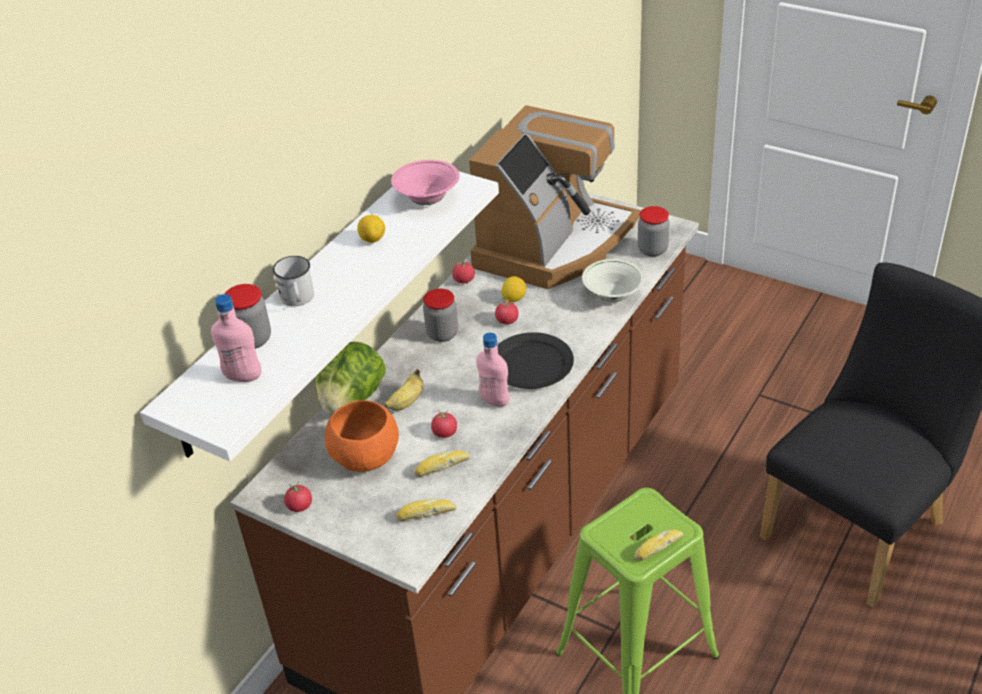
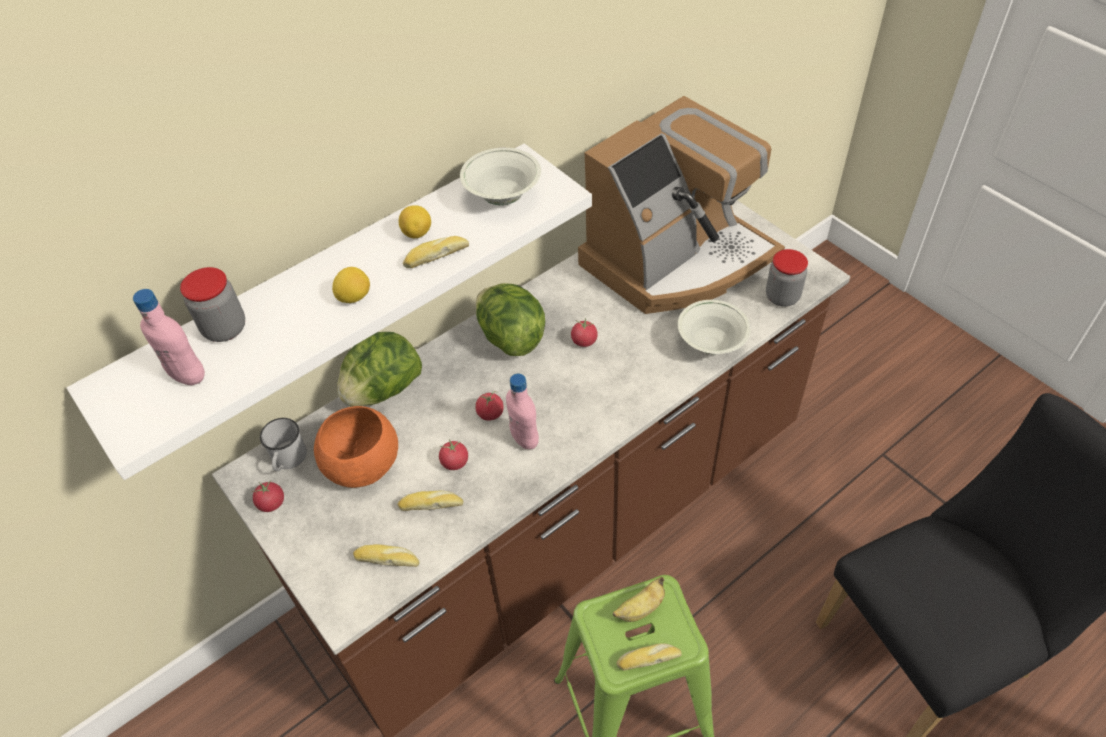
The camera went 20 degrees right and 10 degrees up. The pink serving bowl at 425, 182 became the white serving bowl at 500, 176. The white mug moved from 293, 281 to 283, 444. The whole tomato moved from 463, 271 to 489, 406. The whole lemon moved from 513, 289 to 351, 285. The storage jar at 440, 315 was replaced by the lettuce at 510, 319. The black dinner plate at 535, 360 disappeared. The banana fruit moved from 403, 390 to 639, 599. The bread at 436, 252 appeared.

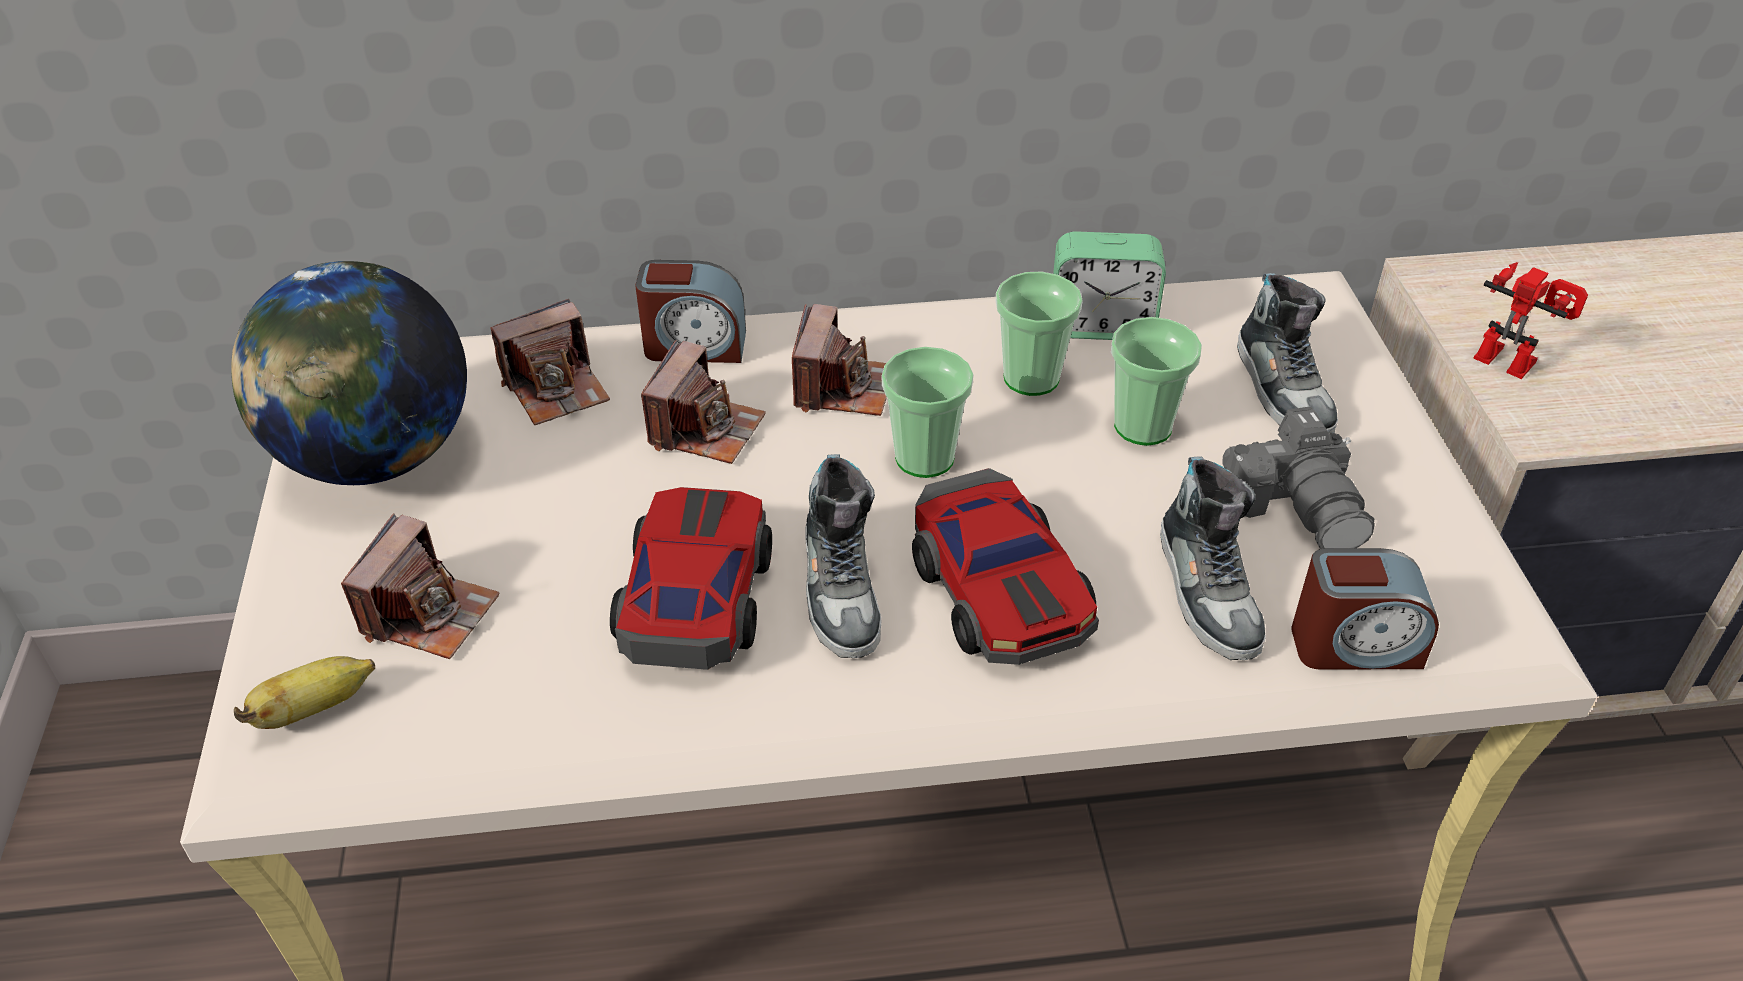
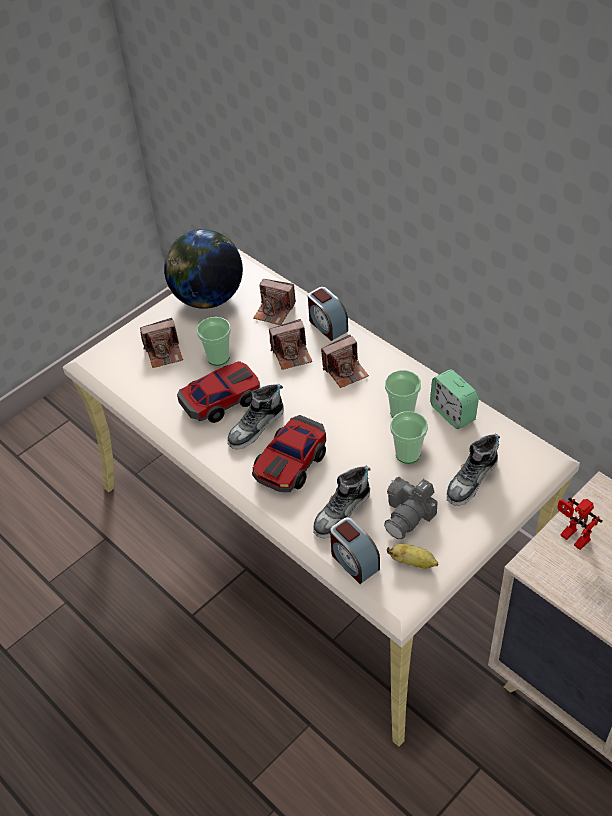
The camera went 55 degrees right and 5 degrees up. The toy robot at 1530, 320 turned 135 degrees clockwise. The cup moved from 928, 412 to 214, 341. The banana fruit moved from 304, 692 to 412, 556.

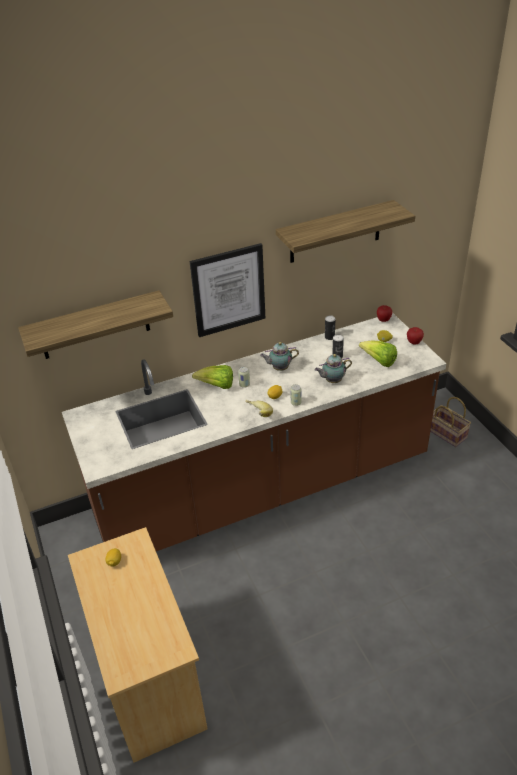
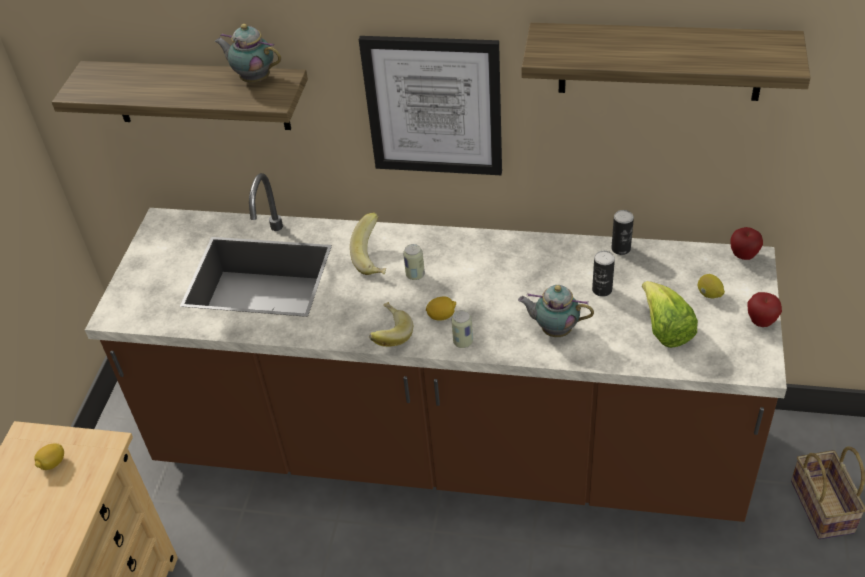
The camera went 35 degrees right and 5 degrees up. The teapot moved from 279, 356 to 247, 53. The lettuce at 212, 377 was replaced by the banana fruit at 368, 244.

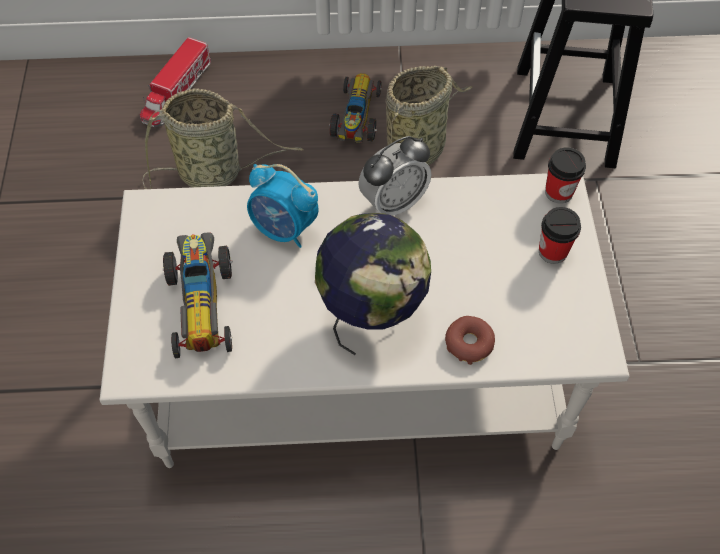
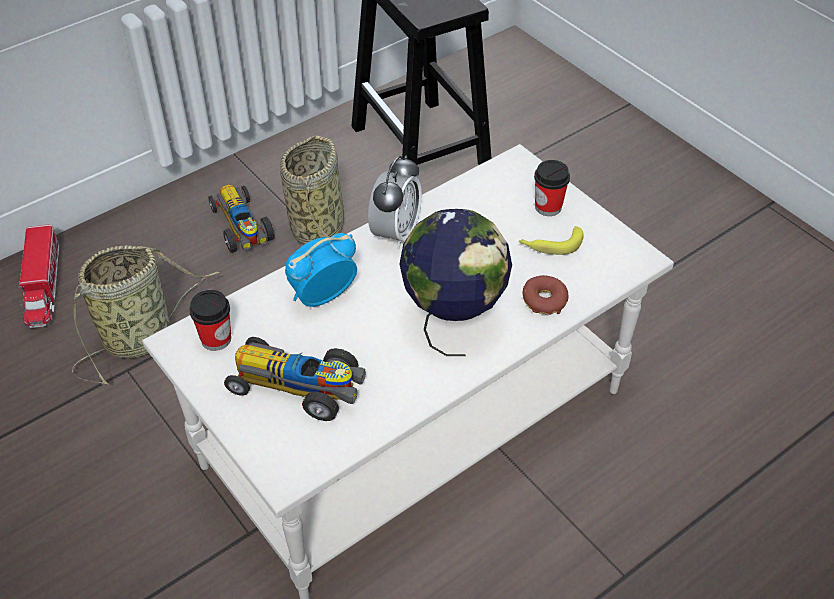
The camera went 35 degrees left and 10 degrees down. The cup moved from 565, 175 to 210, 320. The alarm clock at 283, 206 turned 150 degrees clockwise. The toy car at 198, 295 turned 150 degrees clockwise. The banana fruit at 550, 240 appeared.

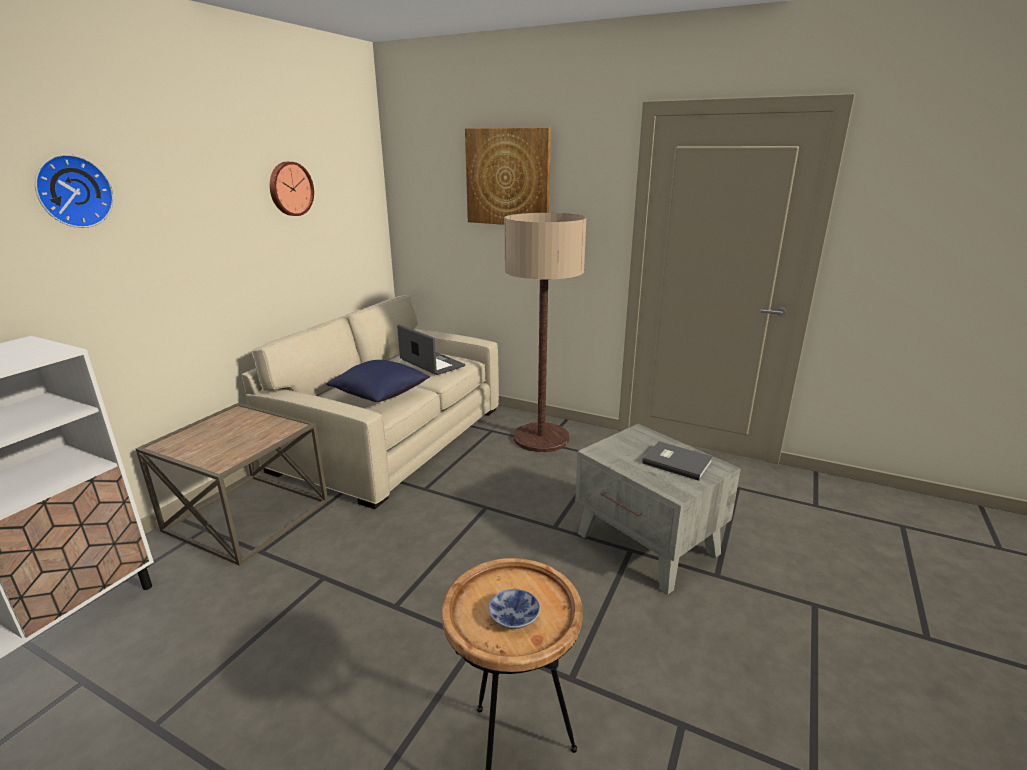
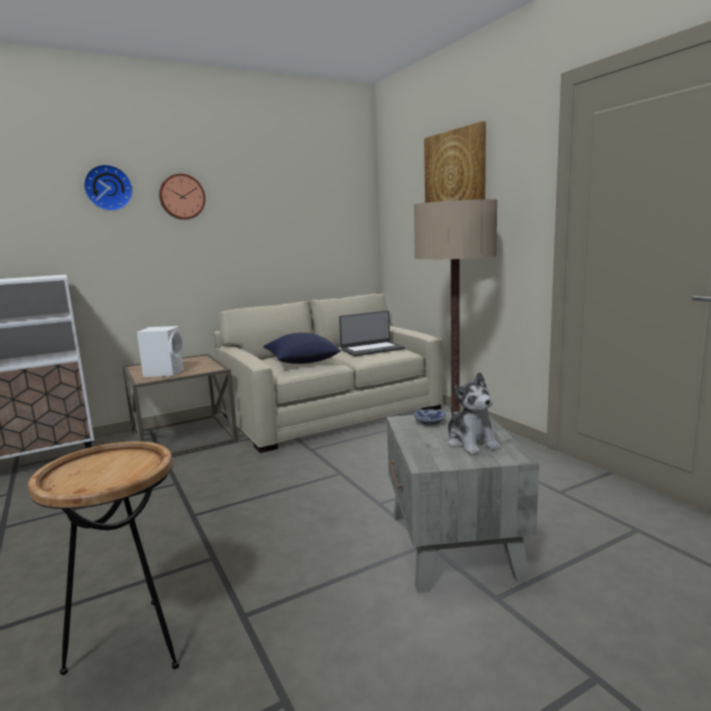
The camera went 35 degrees right and 10 degrees down. The clock on the wall moved from 291, 189 to 182, 197. The portable computer at 431, 350 turned 75 degrees clockwise. The gray book at 677, 461 was replaced by the cuddly toy at 473, 413. The serving bowl moved from 514, 609 to 430, 417. The white audio speaker at 160, 351 appeared.

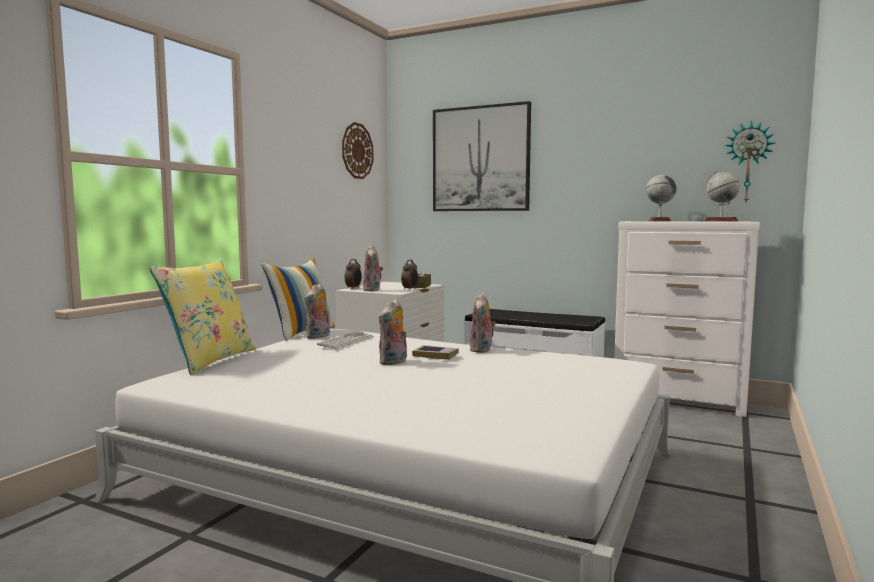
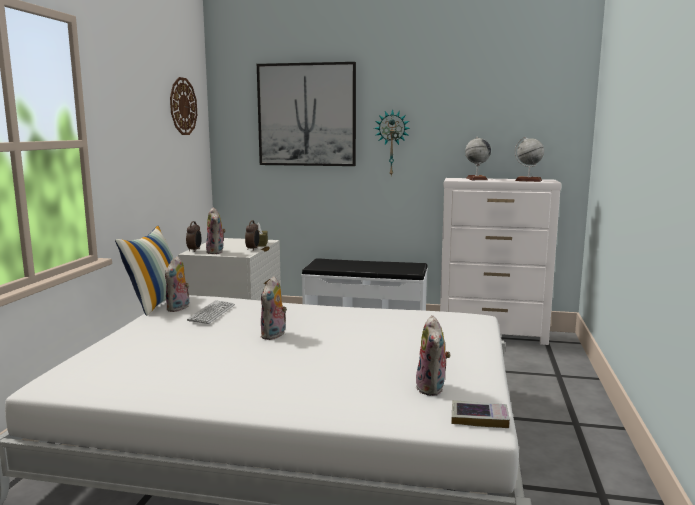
The camera went 15 degrees left and 5 degrees up. The clock on the wall moved from 750, 161 to 392, 143. The yellow-coloured pillow at 203, 317 disappeared. The cuddly toy moved from 483, 323 to 433, 355. The book moved from 435, 352 to 480, 414.

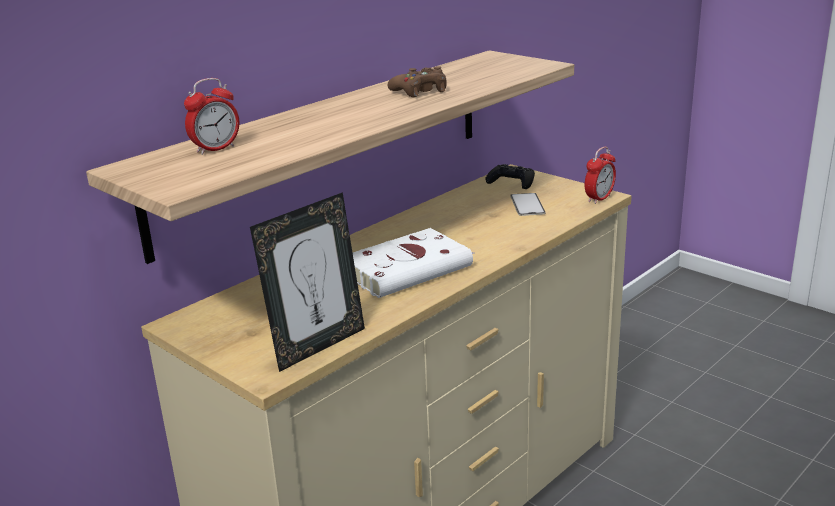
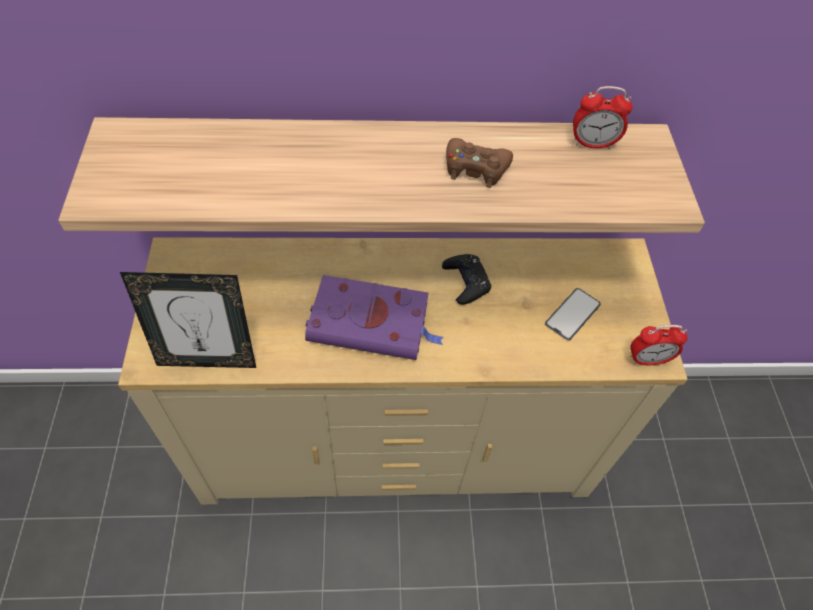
The camera went 40 degrees right and 30 degrees up. The alarm clock moved from 211, 116 to 603, 117. The black joypad moved from 510, 176 to 466, 279. The white book at 413, 263 became the purple book at 374, 317.

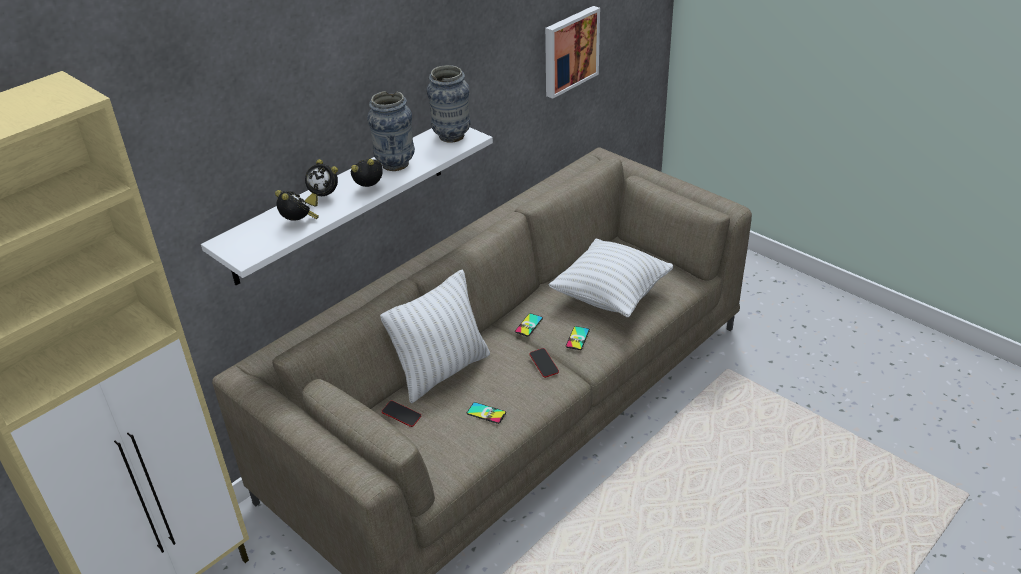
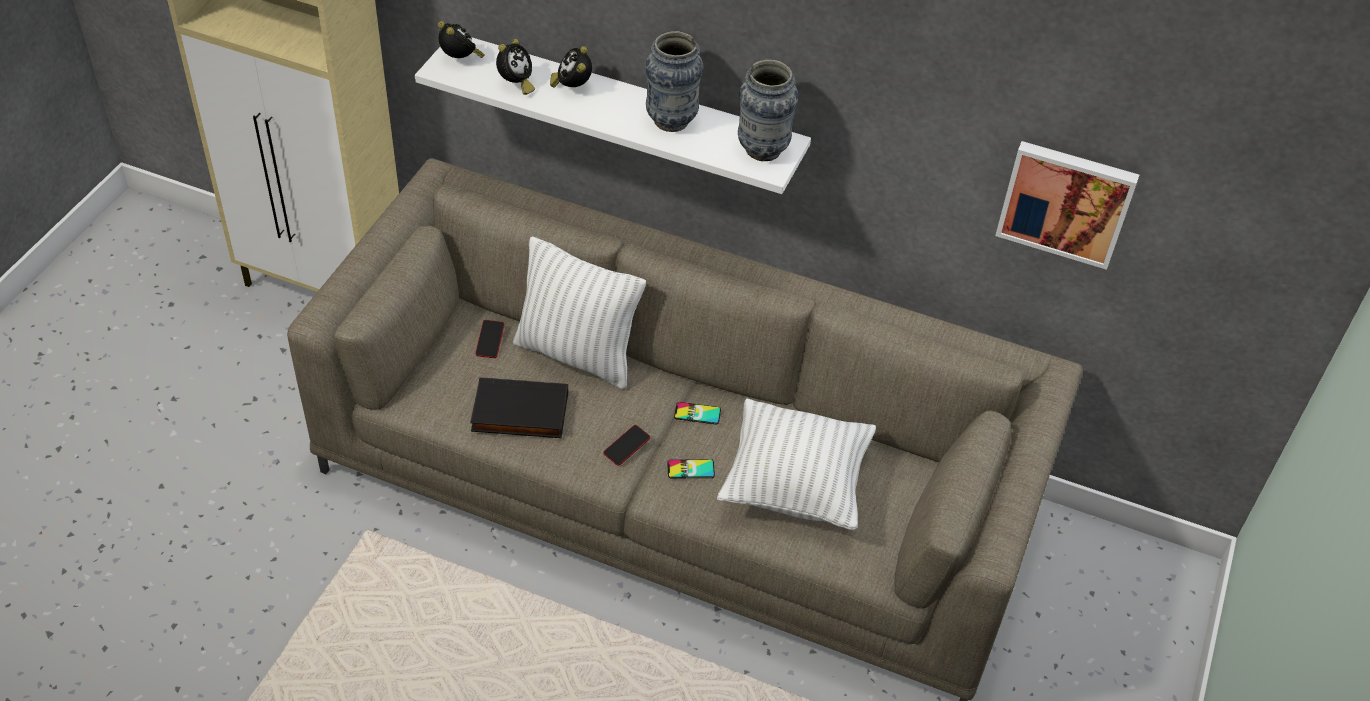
The camera went 65 degrees right and 10 degrees up. The alarm clock moved from 367, 172 to 461, 39. The phone at 486, 413 was replaced by the black book at 519, 407.

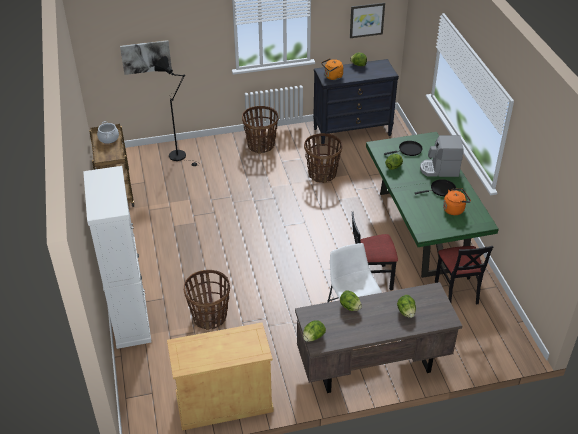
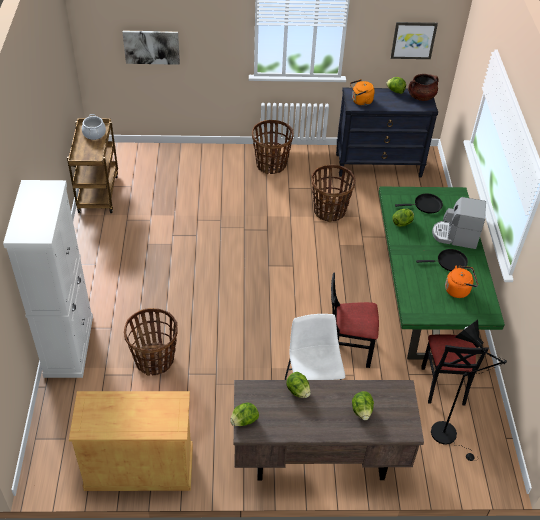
The camera went 10 degrees right and 5 degrees up. The black standard lamp moved from 176, 111 to 469, 390. The brownish saucepot at 423, 87 appeared.

